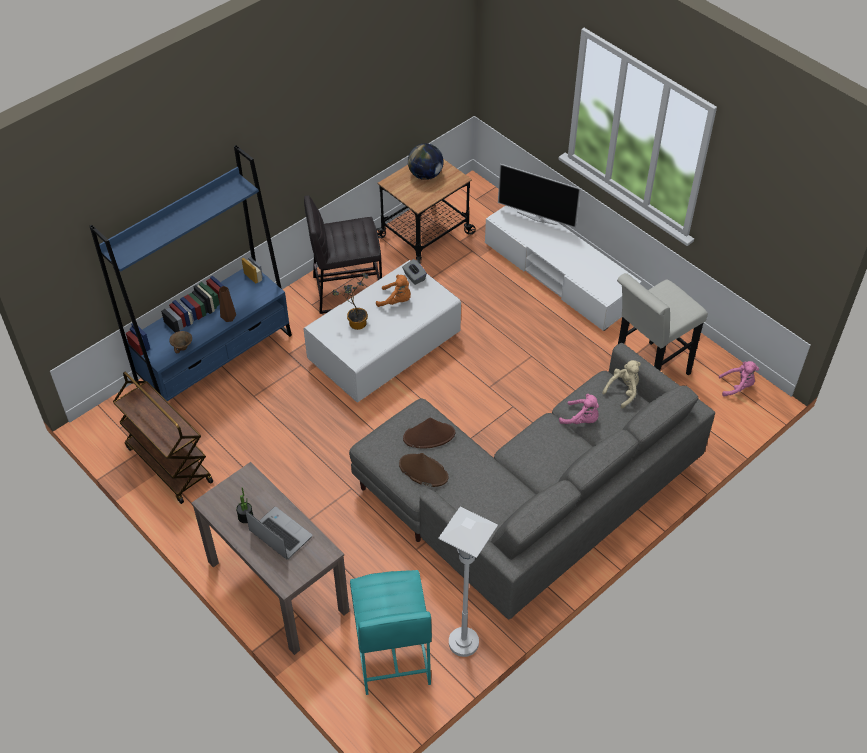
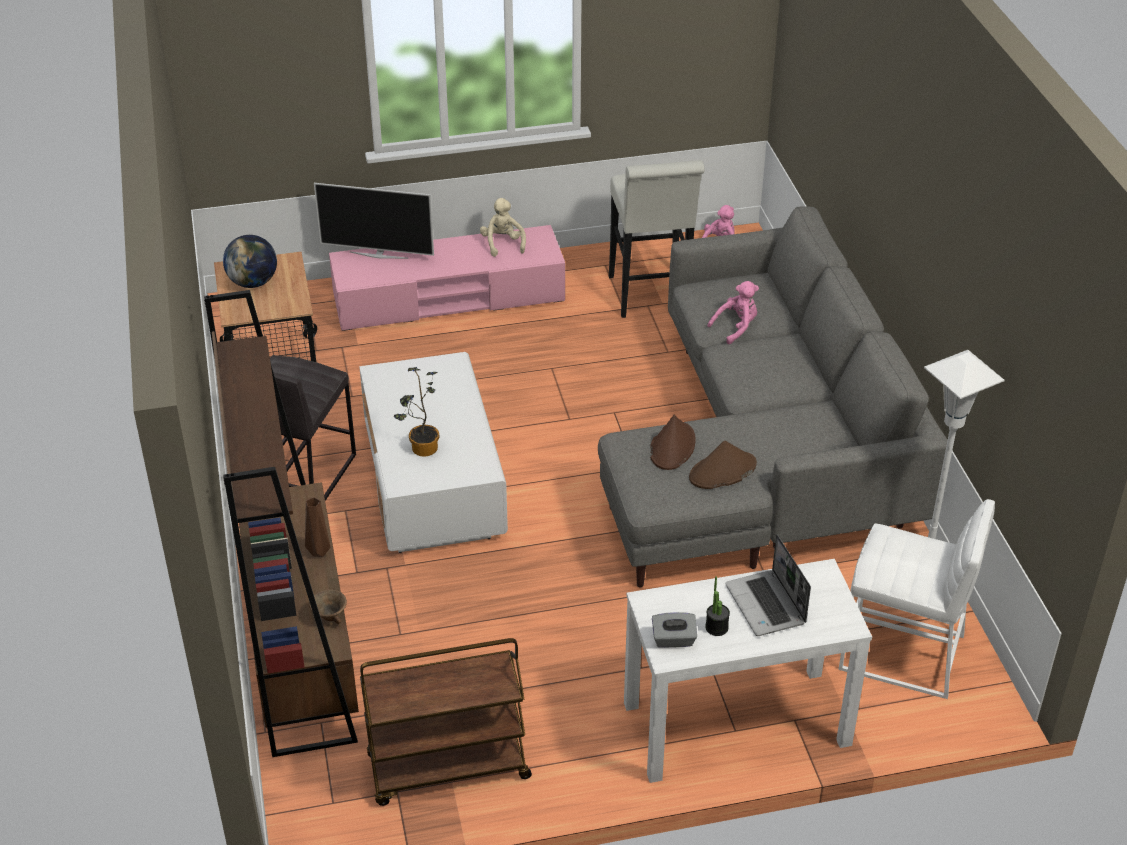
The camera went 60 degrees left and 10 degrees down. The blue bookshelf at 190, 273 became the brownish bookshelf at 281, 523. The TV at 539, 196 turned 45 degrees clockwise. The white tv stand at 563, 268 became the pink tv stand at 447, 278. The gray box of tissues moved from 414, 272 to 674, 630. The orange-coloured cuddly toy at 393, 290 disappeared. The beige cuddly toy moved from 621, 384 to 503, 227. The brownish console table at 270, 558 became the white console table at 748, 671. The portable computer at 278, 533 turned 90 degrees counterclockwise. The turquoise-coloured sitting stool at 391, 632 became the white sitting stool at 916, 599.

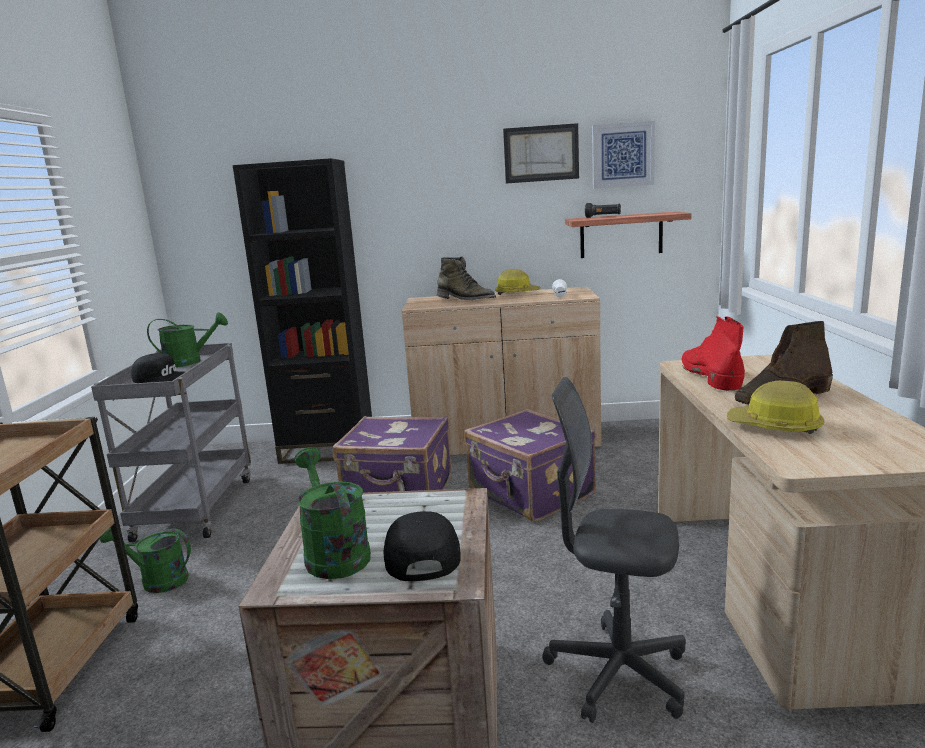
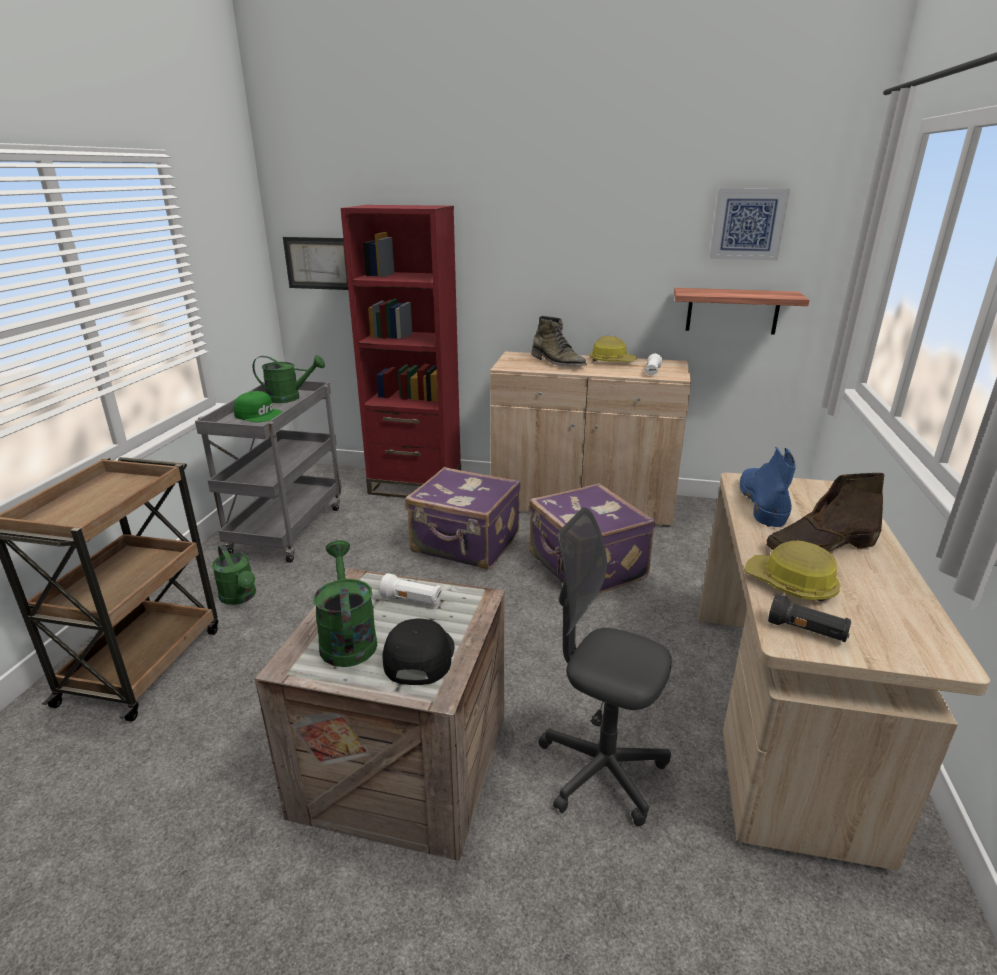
The camera went 10 degrees right and 10 degrees up. The wall picture moved from 541, 153 to 315, 263. The black bookshelf at 302, 311 became the reddish bookshelf at 401, 351. The black hand torch moved from 603, 210 to 809, 618. The reddish tall boot at 713, 353 became the blue tall boot at 767, 487. The black peaked cap at 158, 368 became the green peaked cap at 258, 406. The green watering can at 145, 560 turned 150 degrees counterclockwise. The white hand torch at 410, 589 appeared.

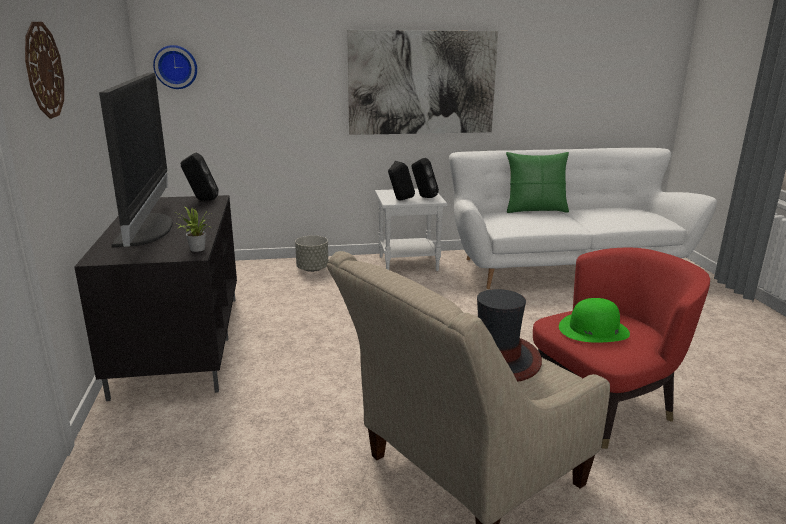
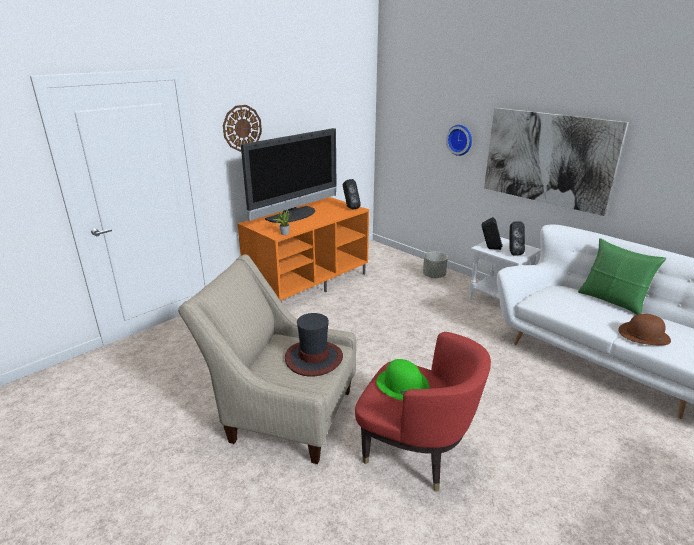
The camera went 55 degrees right and 5 degrees up. The clock on the wall moved from 175, 67 to 459, 140. The black tv stand at 155, 298 became the orange-coloured tv stand at 303, 249. The brownish wearable hat at 644, 329 appeared.

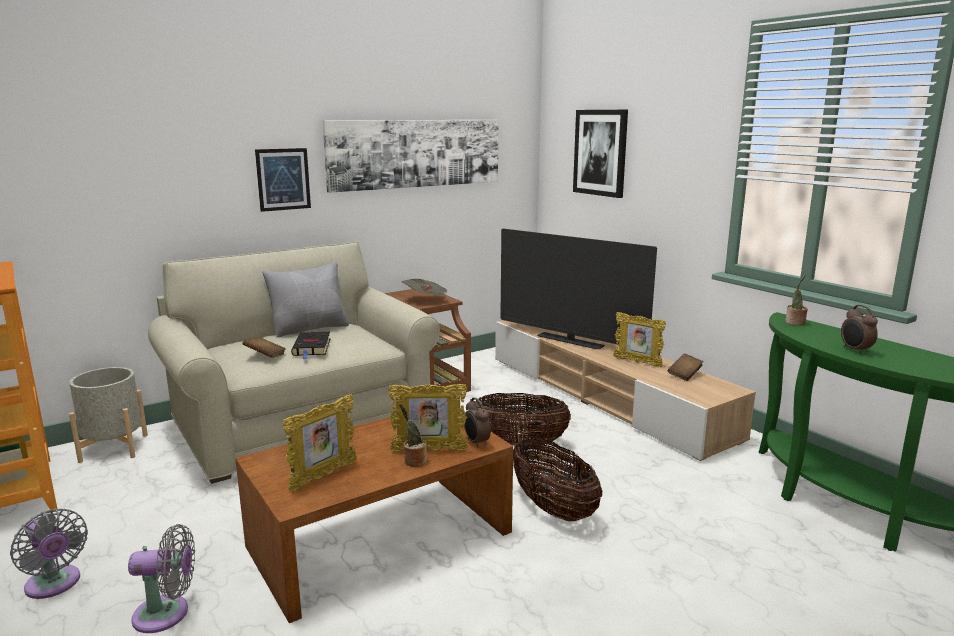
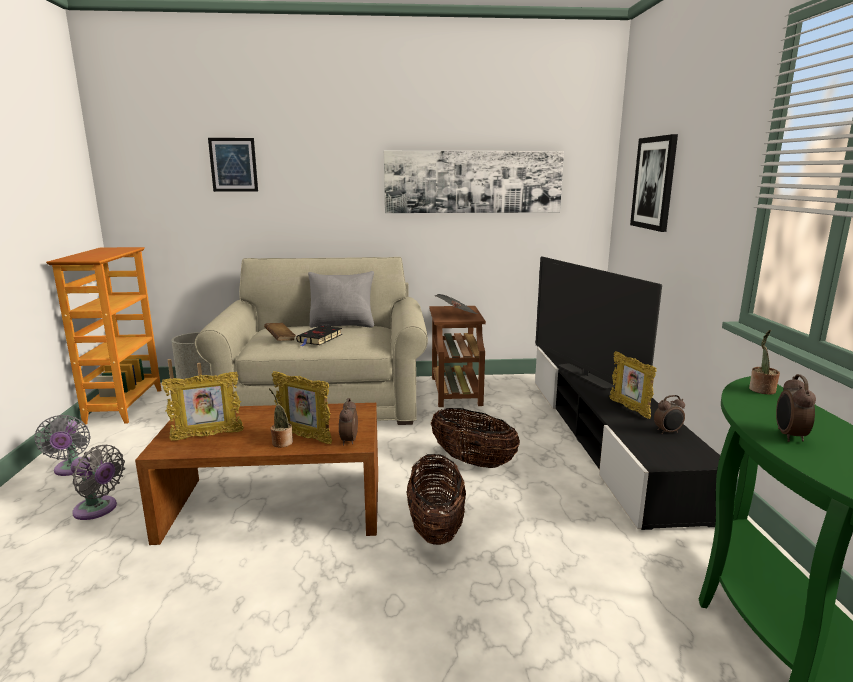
The camera went 30 degrees right and 0 degrees up. The wall picture moved from 283, 180 to 233, 165. The beige tv stand at 625, 390 became the black tv stand at 627, 438. The brownish book at 686, 367 was replaced by the alarm clock at 669, 414.

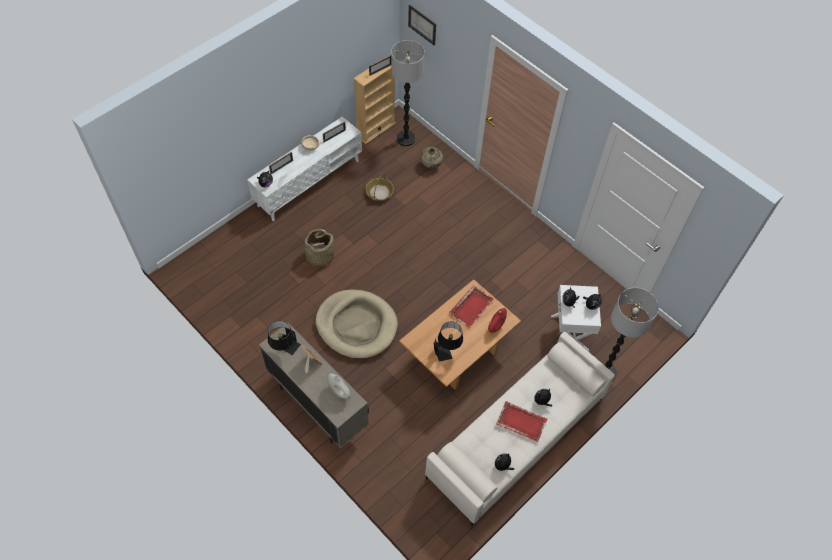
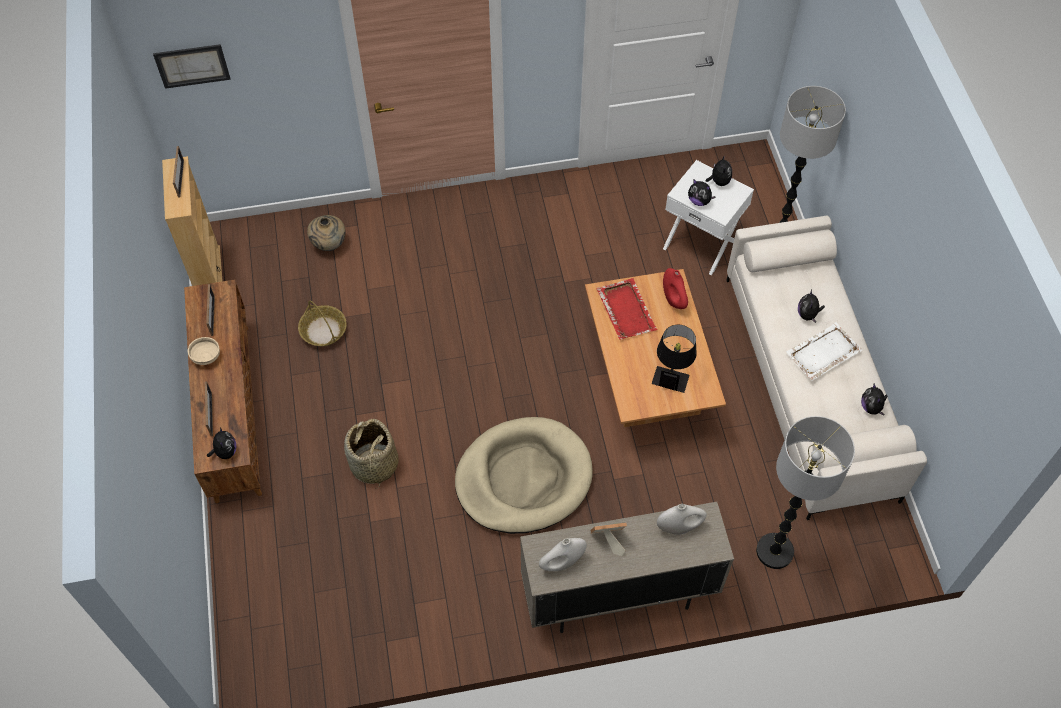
The camera went 55 degrees left and 0 degrees up. The standard lamp moved from 408, 93 to 805, 492. The white tv stand at 304, 168 became the brownish tv stand at 223, 391. The black table lamp at 284, 338 was replaced by the white decorative vase at 563, 554. The reddish carrying tray at 522, 421 became the white carrying tray at 824, 351.

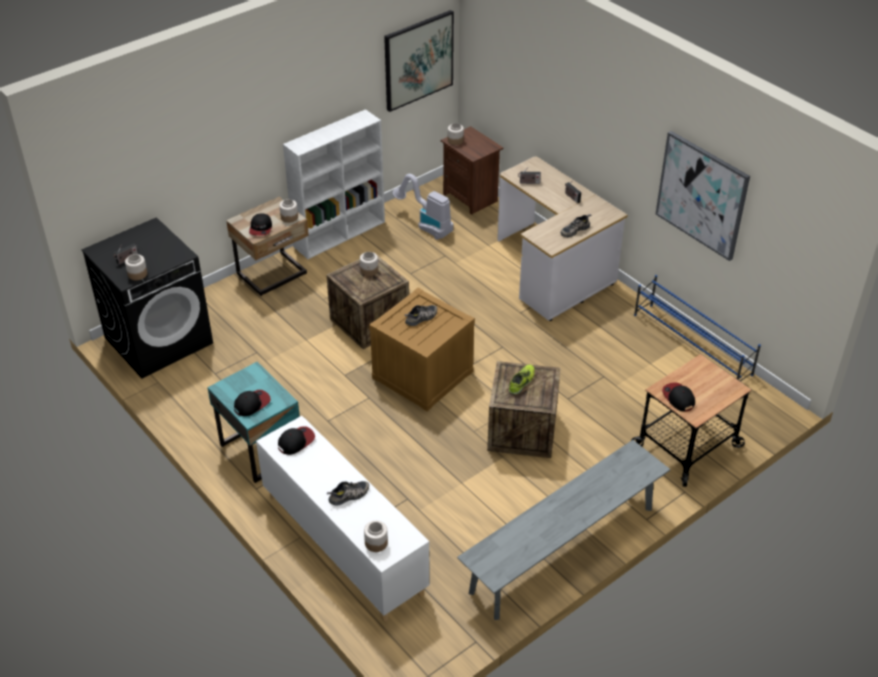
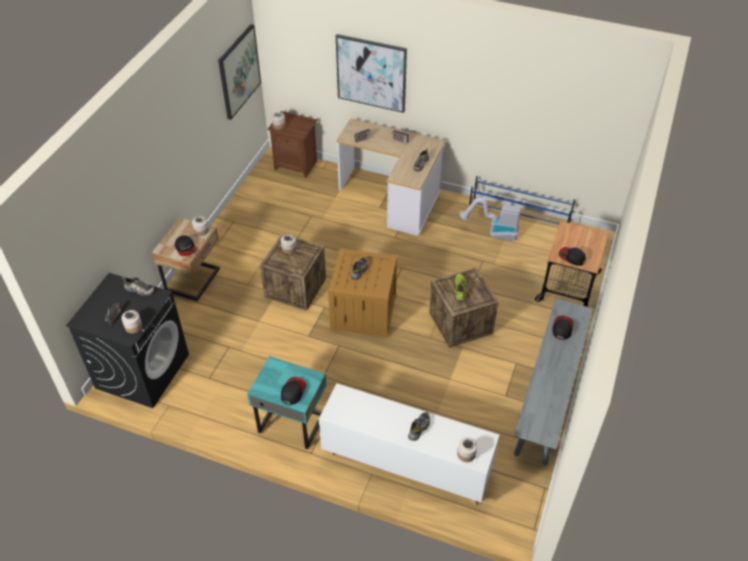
The camera went 30 degrees left and 5 degrees up. The white bookshelf at 334, 184 disappeared. The wall picture moved from 703, 196 to 371, 73. The hoover moved from 423, 207 to 490, 219. The peaked cap moved from 296, 440 to 563, 328. The shoe at 138, 286 appeared.

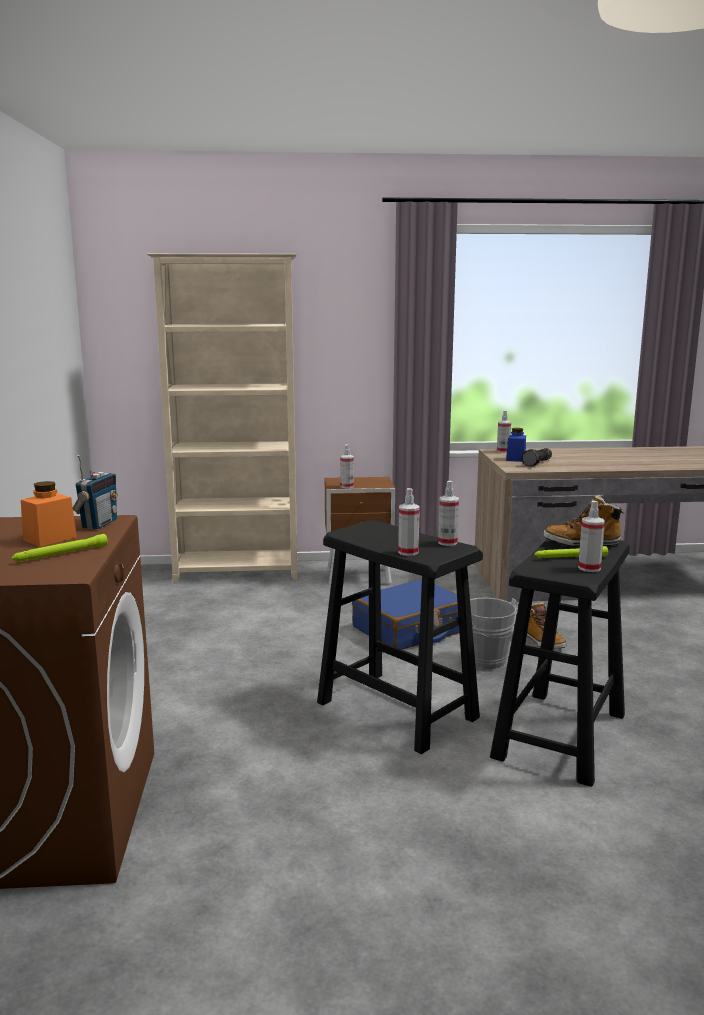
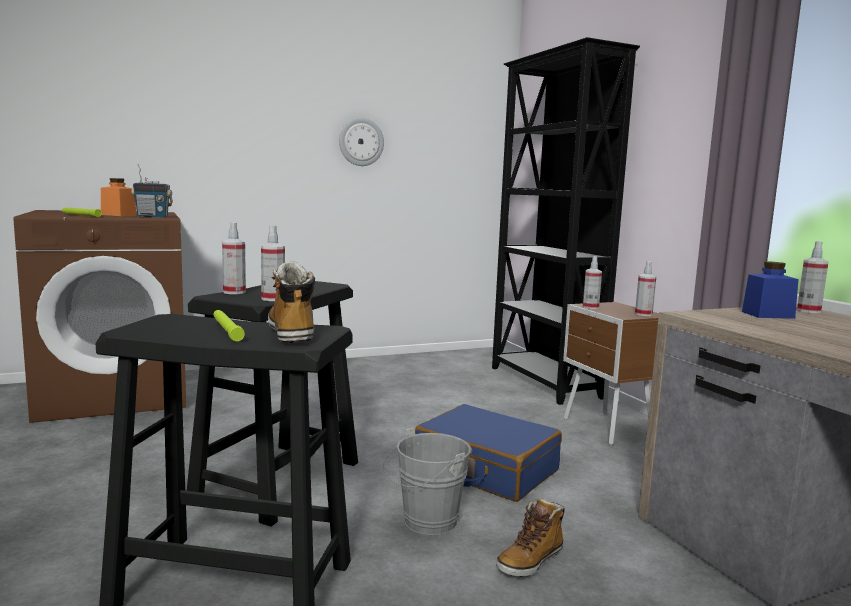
The camera went 70 degrees right and 5 degrees down. The beige bookshelf at 222, 418 became the black bookshelf at 566, 221. The hand torch at 536, 457 disappeared. The hand sprayer moved from 591, 536 to 646, 288. The clock on the wall at 361, 142 appeared.

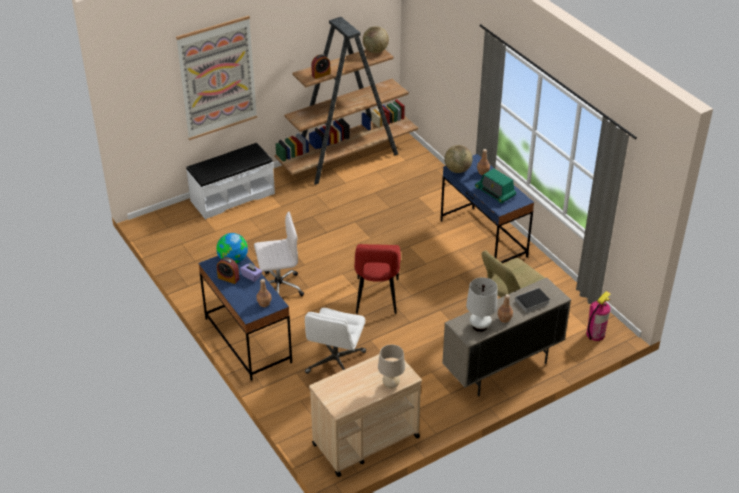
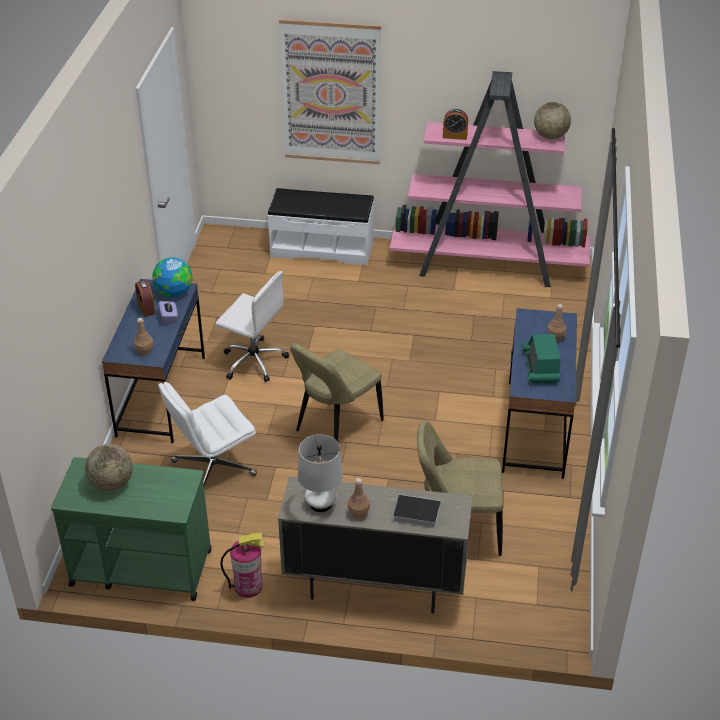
The camera went 40 degrees right and 0 degrees up. The brownish bookshelf at 346, 101 became the pink bookshelf at 490, 179. The desk globe moved from 458, 159 to 109, 467. The reddish chair at 377, 279 became the beige chair at 337, 392. The extinguisher moved from 598, 316 to 242, 565. The beige table lamp at 391, 367 disappeared. The beige trolley at 365, 415 became the green trolley at 131, 529.

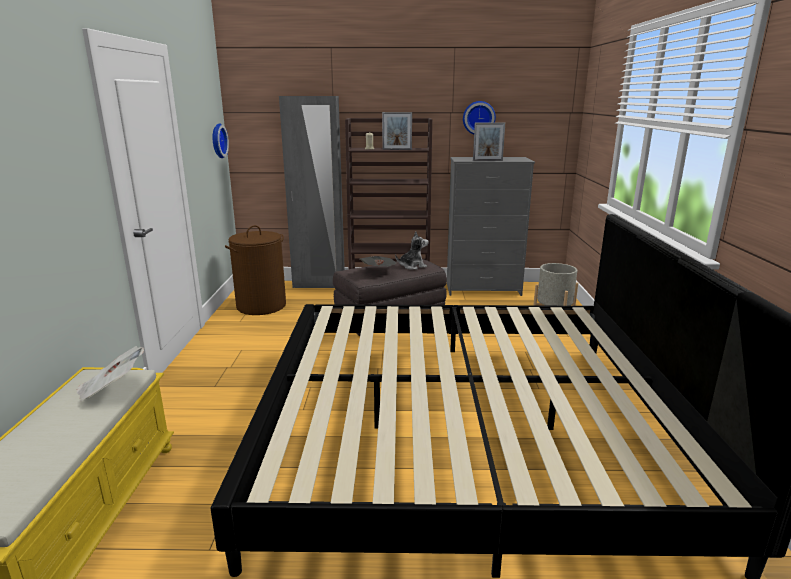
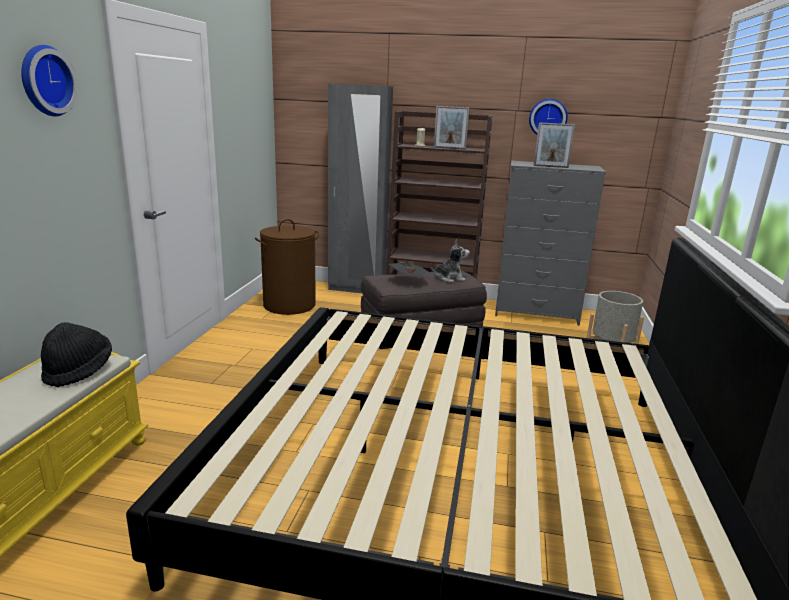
The camera went 10 degrees right and 0 degrees up. The clock on the wall moved from 221, 140 to 49, 80. The daily paper at 110, 374 was replaced by the black wearable hat at 76, 354.

